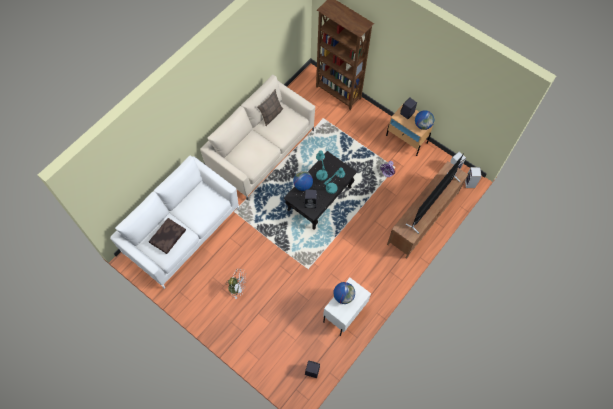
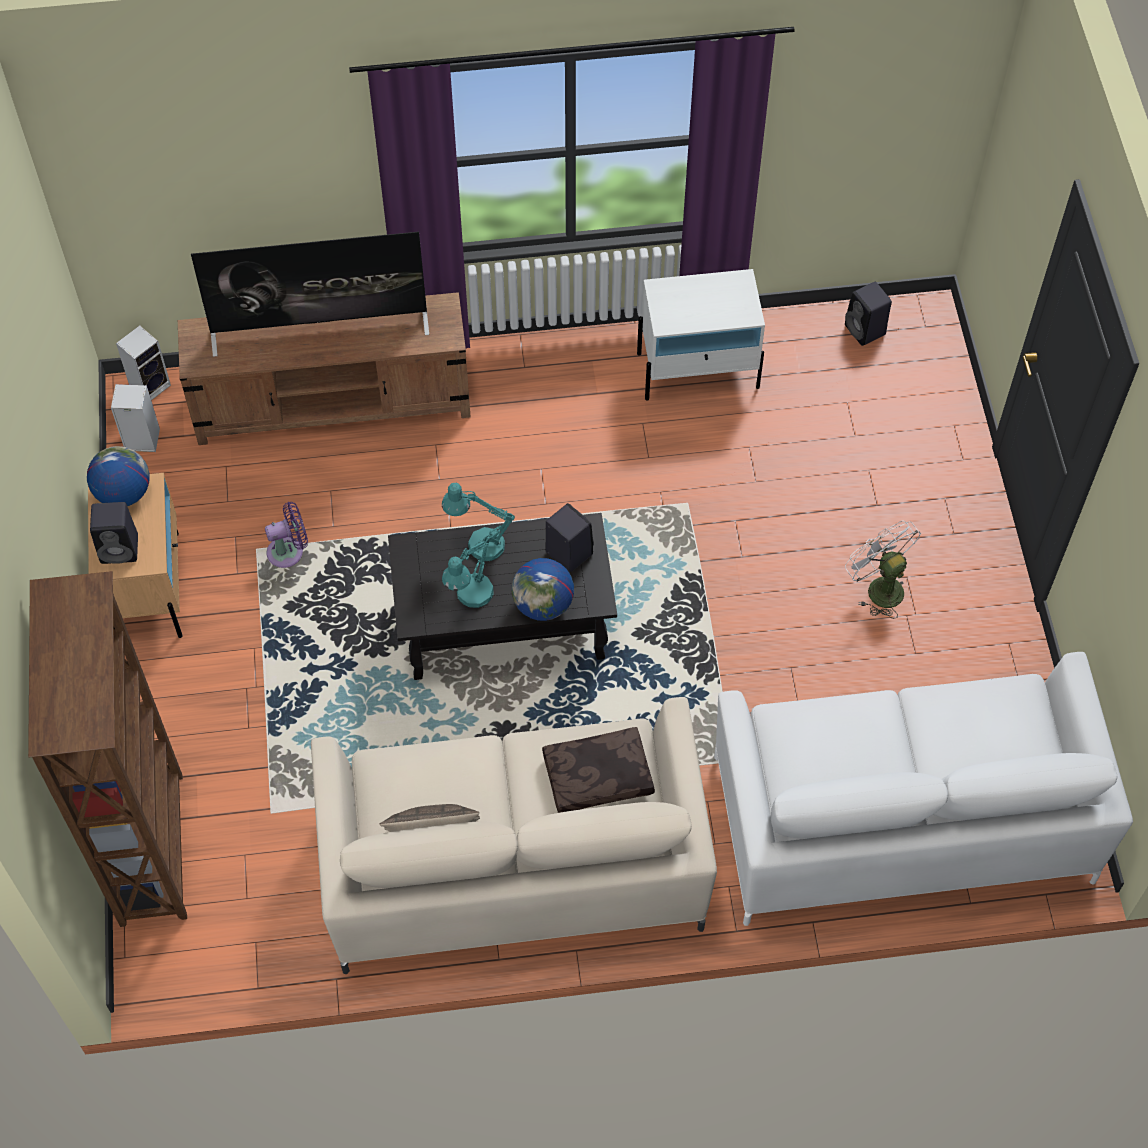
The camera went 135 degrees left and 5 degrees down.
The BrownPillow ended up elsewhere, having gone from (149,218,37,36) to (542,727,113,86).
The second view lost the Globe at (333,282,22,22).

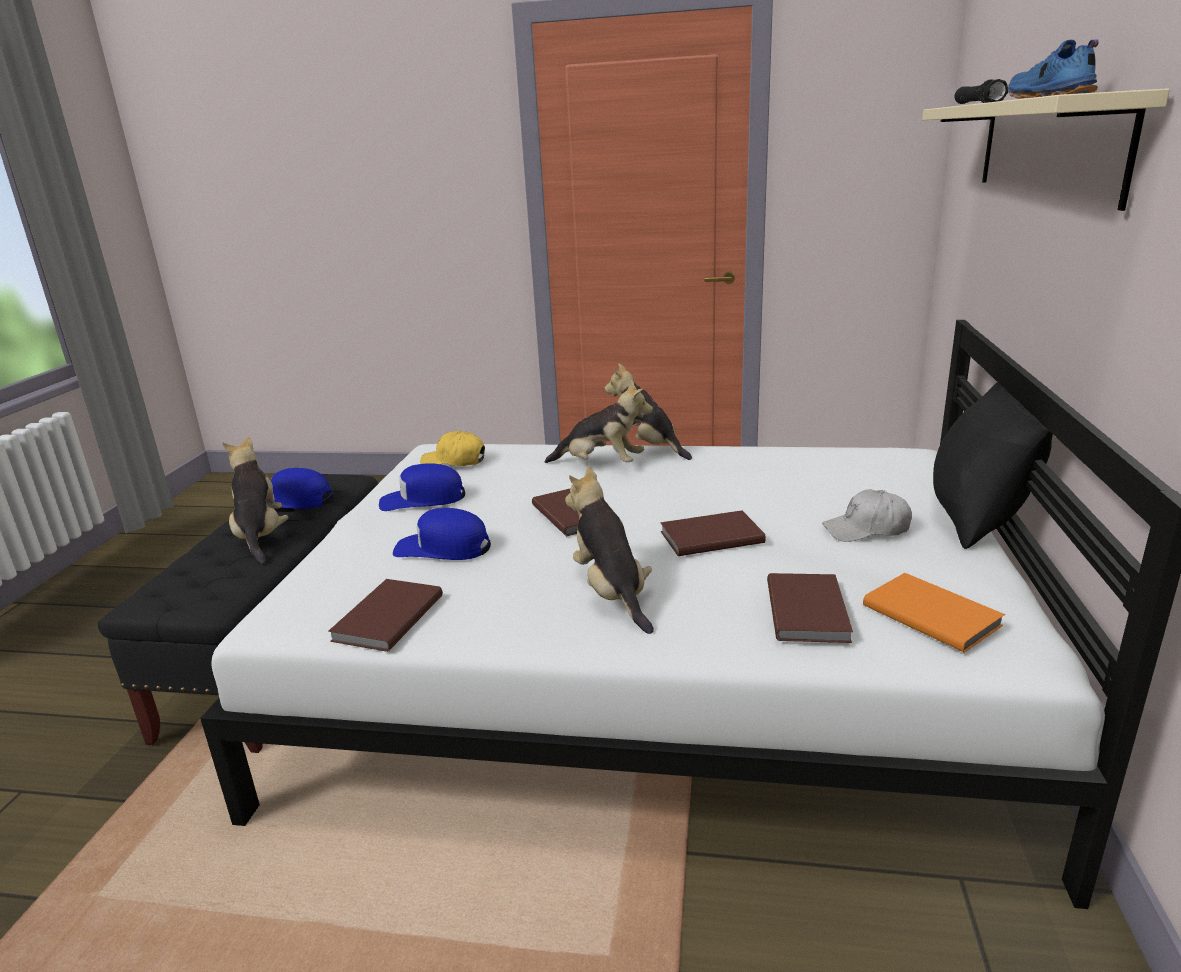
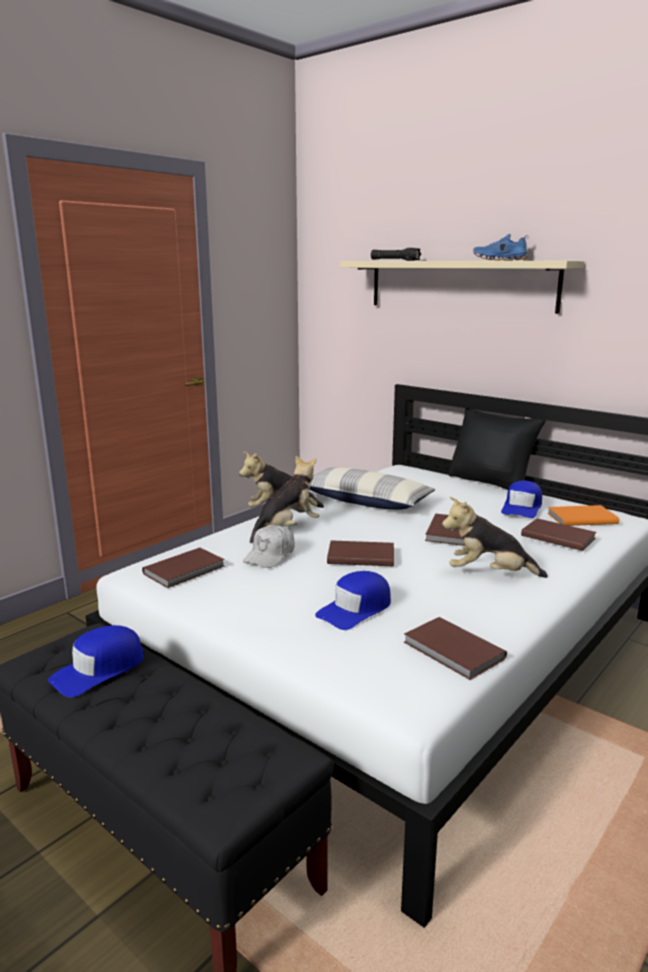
The camera went 60 degrees left and 5 degrees down.
Where the YellowCap stood at (420,431,65,35), the BrownBook came to stand at (142,548,83,40).
The WhiteCap ended up elsewhere, having gone from (822,489,90,53) to (243,525,52,43).
The second view gained the Pillow at (310,467,125,43).
The BlueCap ended up elsewhere, having gone from (379,463,86,48) to (501,480,41,38).
The second view lost the PlushToy at (222,437,66,127).

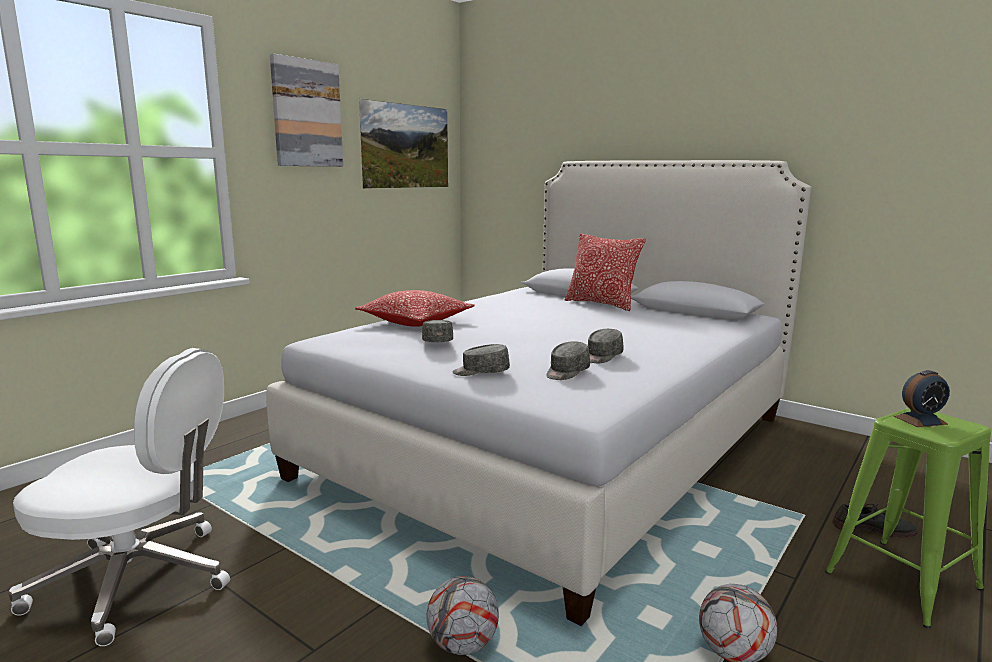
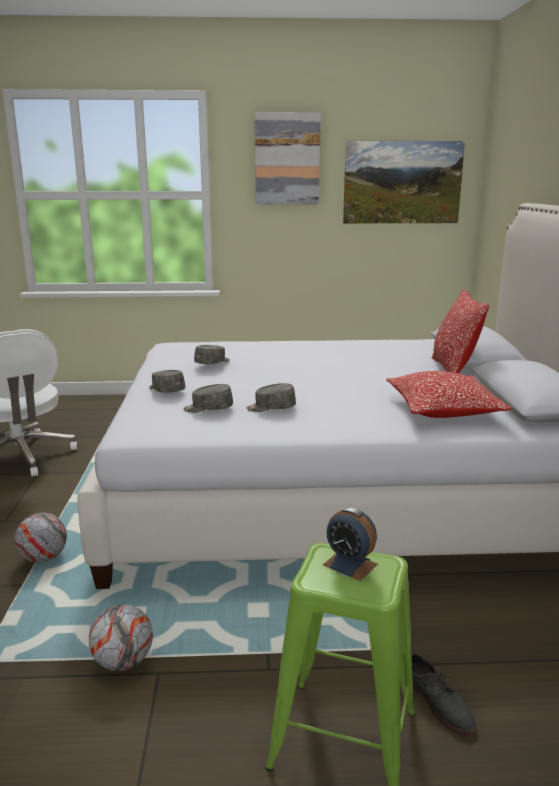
The camera went 50 degrees right and 5 degrees up.
The Pillow ended up elsewhere, having gone from (355,290,120,37) to (386,371,126,47).

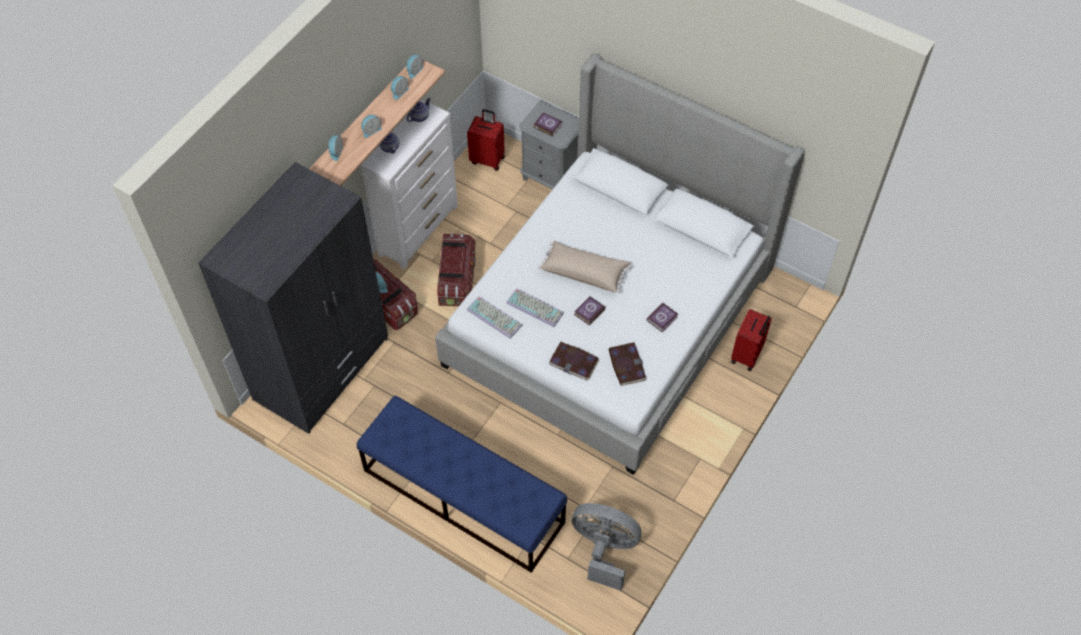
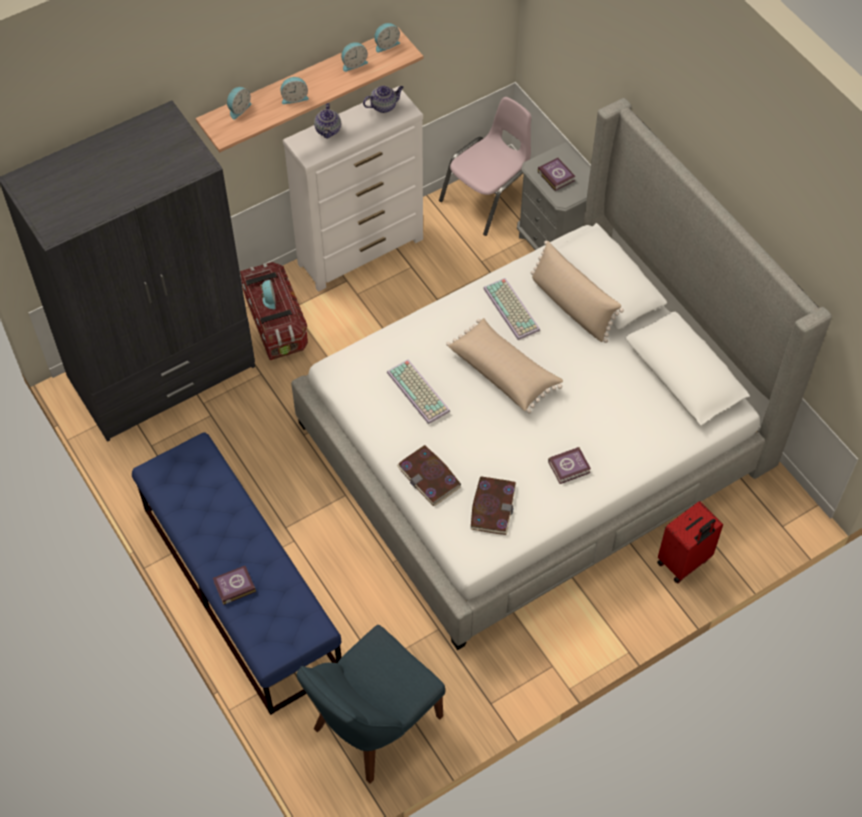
The camera went 25 degrees right and 0 degrees up.
The Book ended up elsewhere, having gone from (574,296,31,30) to (213,566,43,39).
Where the GreyFan stood at (572,503,69,88), the BlueChair came to stand at (297,625,148,158).
Where the RedSuitcase stood at (467,109,38,62), the PinkChair came to stand at (439,97,92,139).
The Keyboard ended up elsewhere, having gone from (467,296,56,43) to (483,278,57,62).
The second view gained the BeigePillow at (531,241,93,102).
The second view lost the StorageBox at (437,233,39,73).

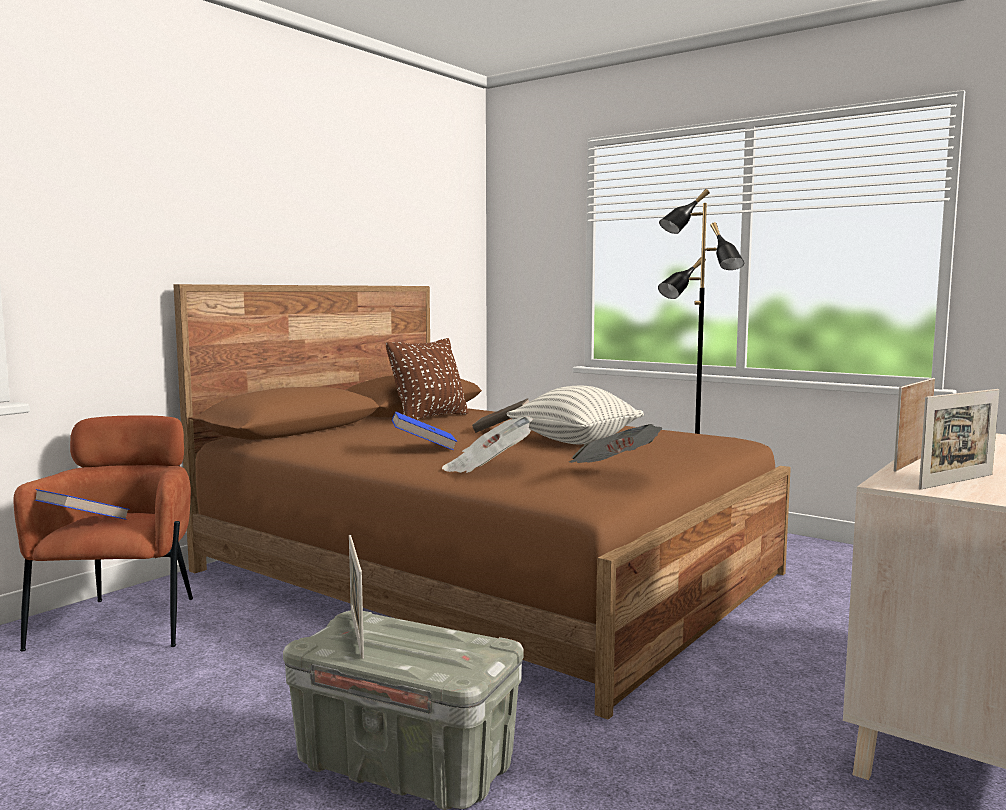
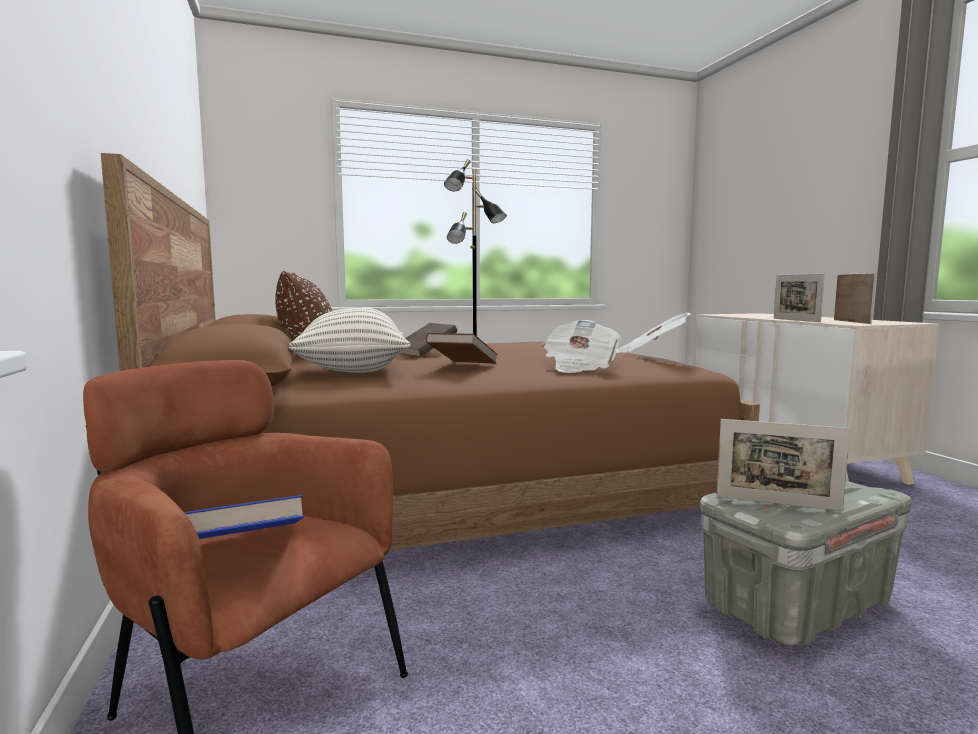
The camera went 55 degrees left and 0 degrees up.
The Pillow ended up elsewhere, having gone from (506,386,138,58) to (288,308,123,65).
What was the BlueBook at (392,411,66,40) turned into the BrownBook at (426,333,72,31).

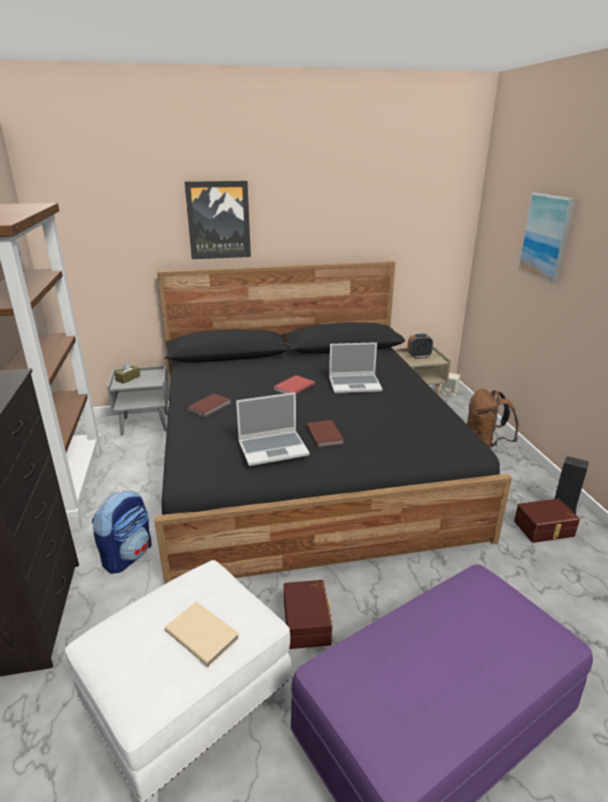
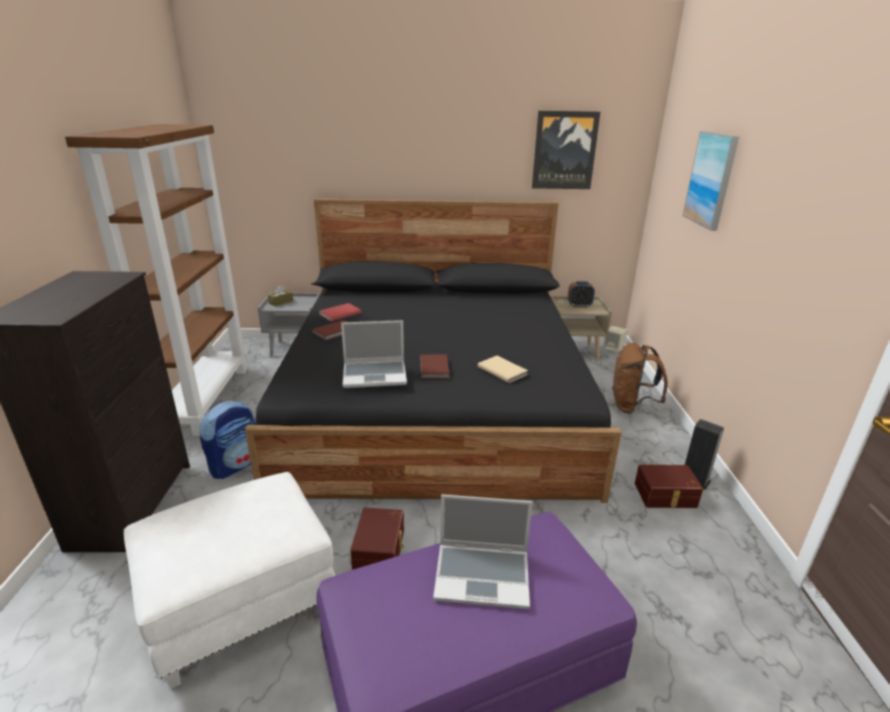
The camera went 10 degrees right and 0 degrees up.
The RedBook ended up elsewhere, having gone from (273,375,42,19) to (319,303,43,18).
The Laptop ended up elsewhere, having gone from (329,342,54,51) to (433,495,100,114).
The BeigeBook ended up elsewhere, having gone from (165,601,75,66) to (478,356,50,27).
The Picture ended up elsewhere, having gone from (185,181,66,78) to (532,111,68,78).

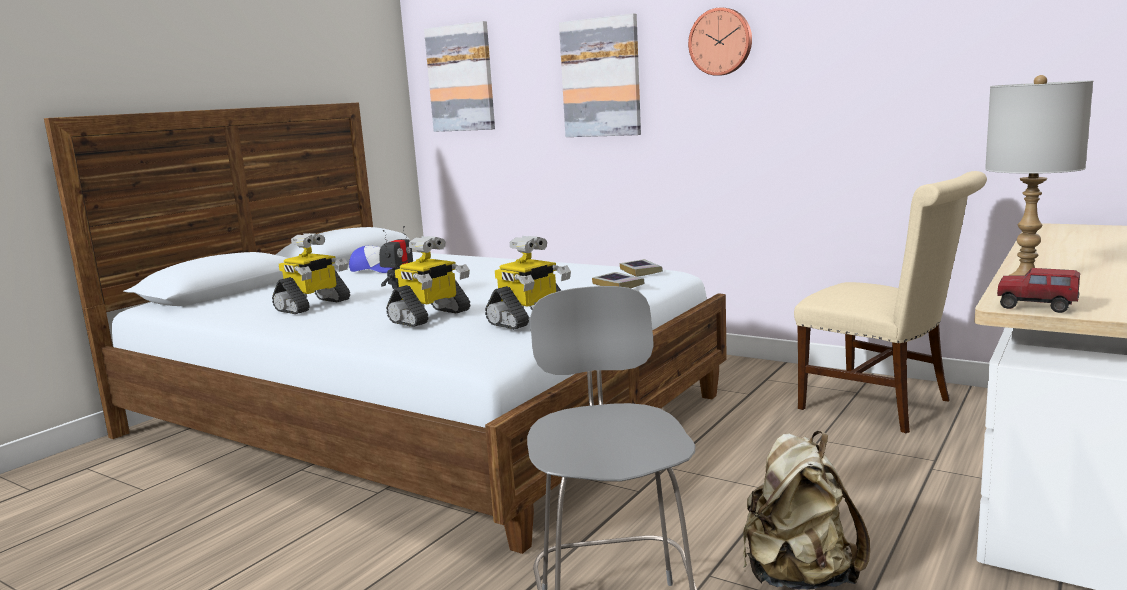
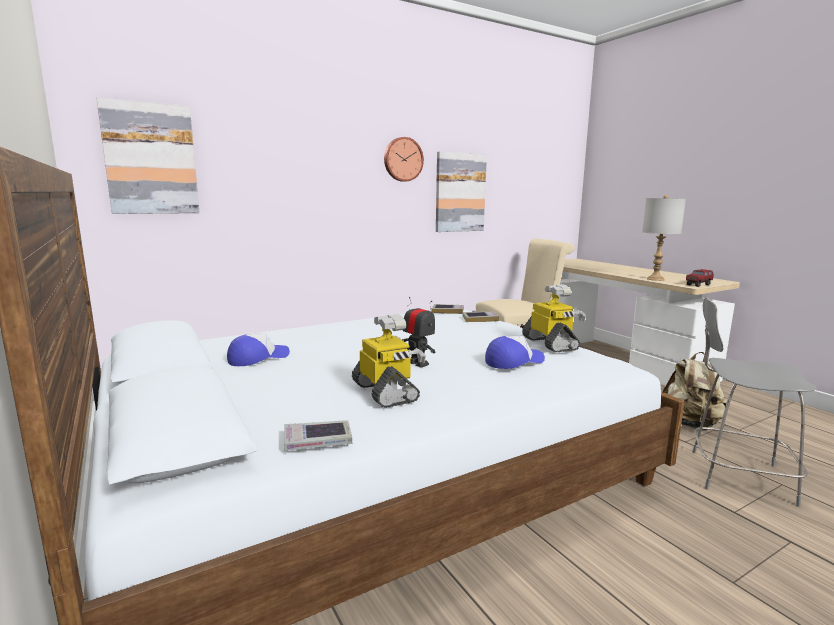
The camera went 65 degrees left and 0 degrees up.
The second view gained the Book at (284,420,68,31).
The Picture ended up elsewhere, having gone from (559,13,82,124) to (436,151,51,81).
Where the ToyRobot stood at (386,236,85,91), the Cap came to stand at (485,336,60,33).

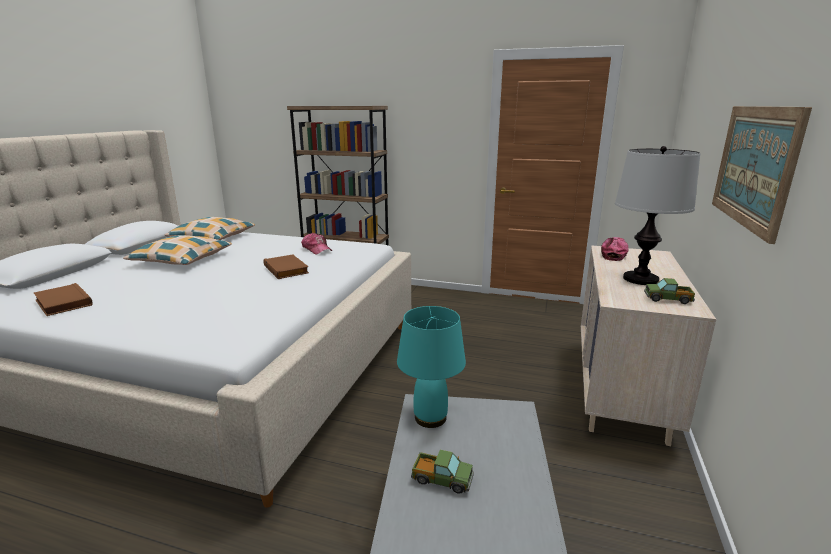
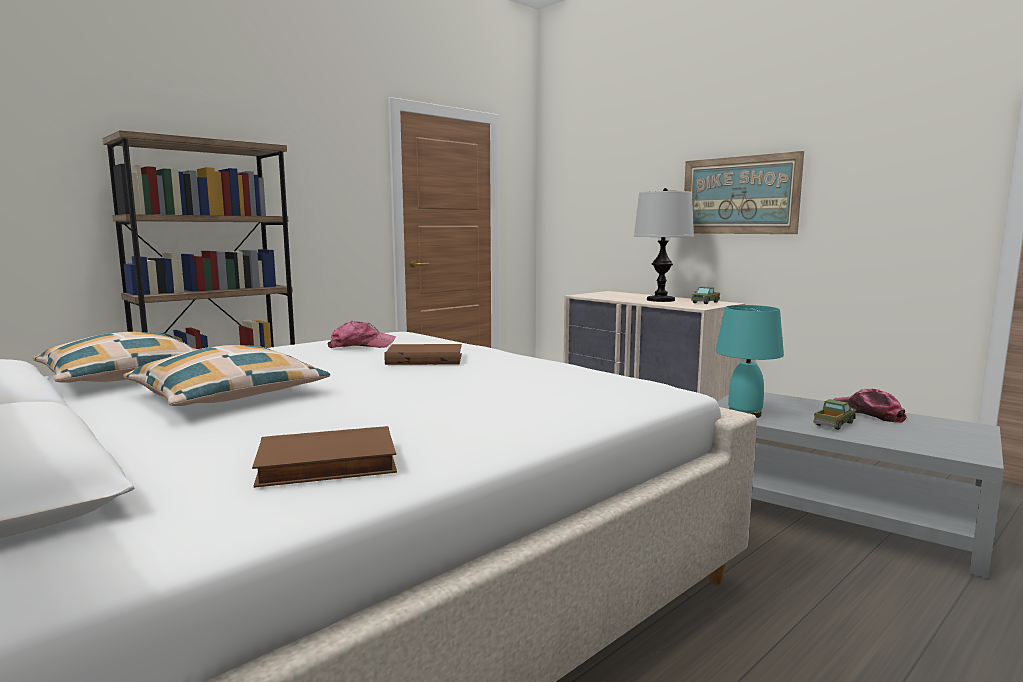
The camera went 60 degrees left and 10 degrees down.
The Cap ended up elsewhere, having gone from (601,237,27,24) to (833,389,74,34).

